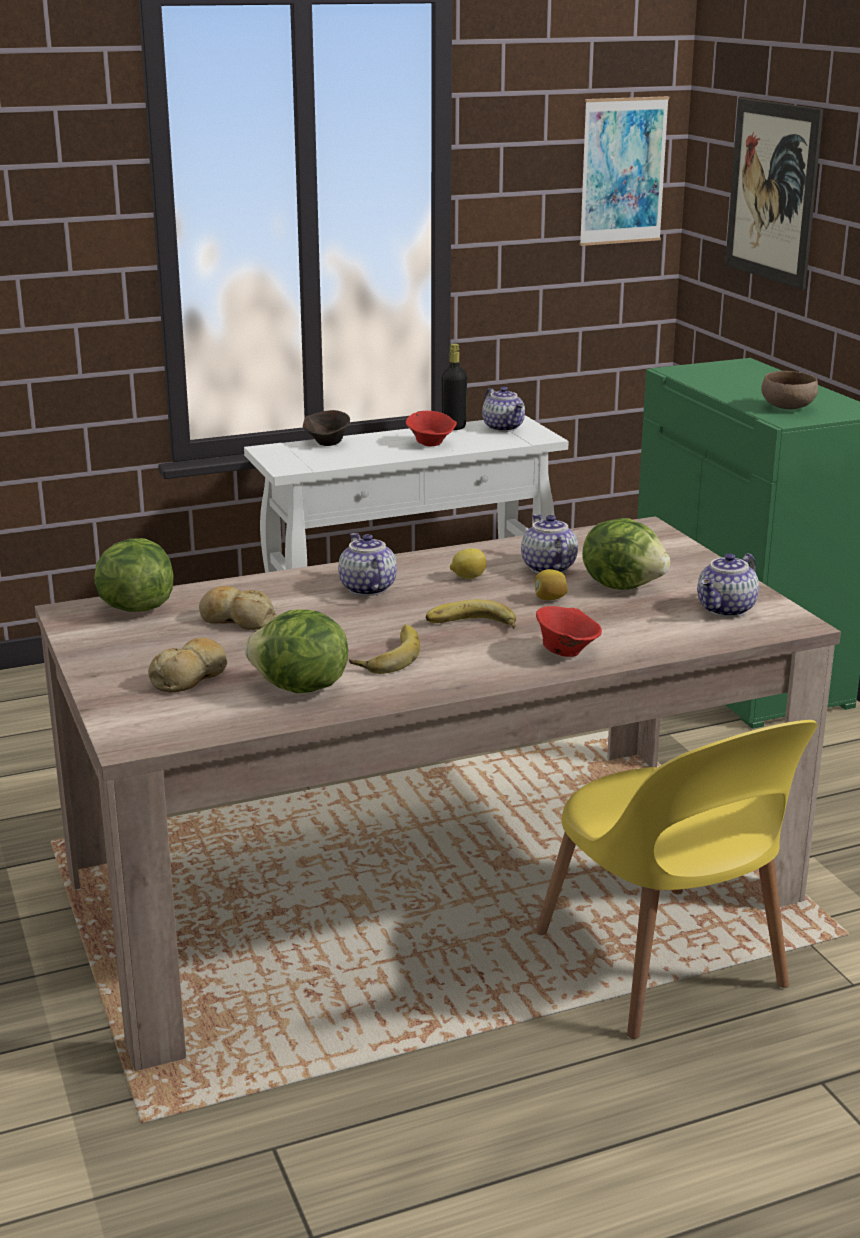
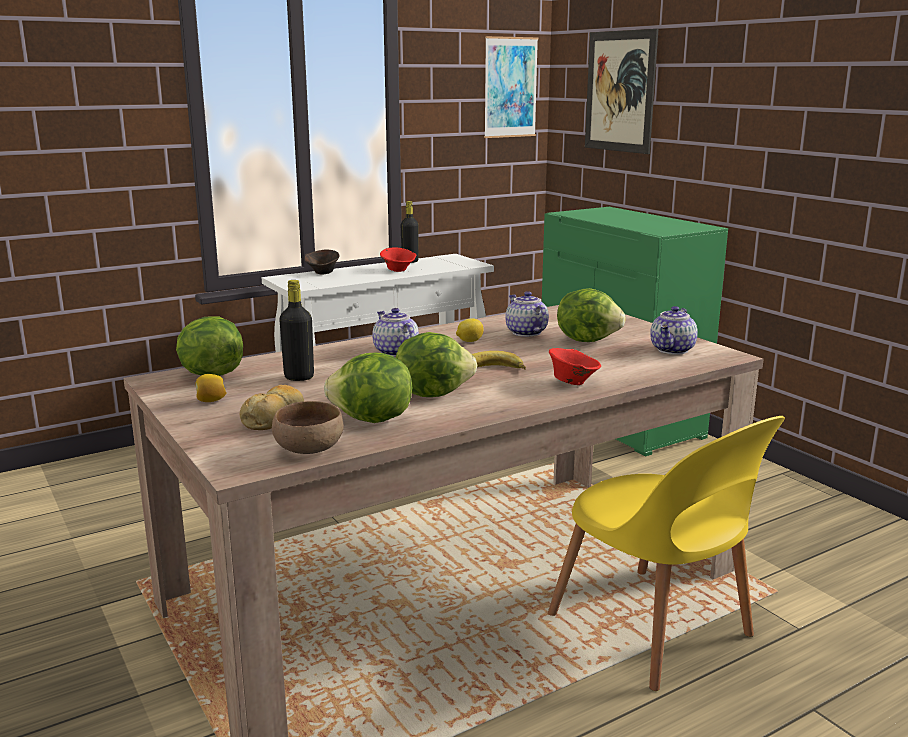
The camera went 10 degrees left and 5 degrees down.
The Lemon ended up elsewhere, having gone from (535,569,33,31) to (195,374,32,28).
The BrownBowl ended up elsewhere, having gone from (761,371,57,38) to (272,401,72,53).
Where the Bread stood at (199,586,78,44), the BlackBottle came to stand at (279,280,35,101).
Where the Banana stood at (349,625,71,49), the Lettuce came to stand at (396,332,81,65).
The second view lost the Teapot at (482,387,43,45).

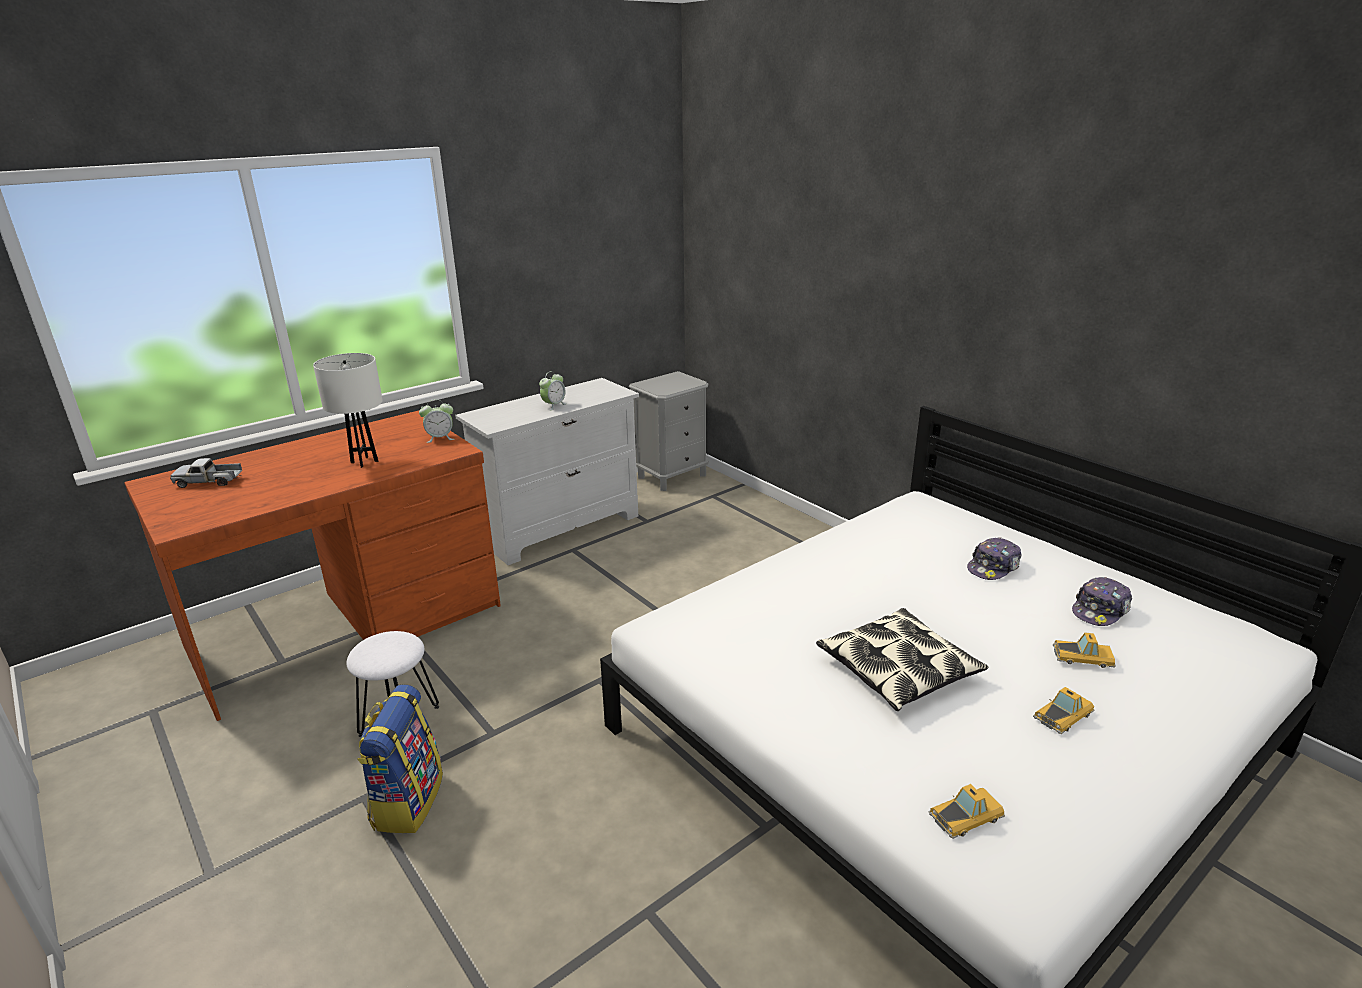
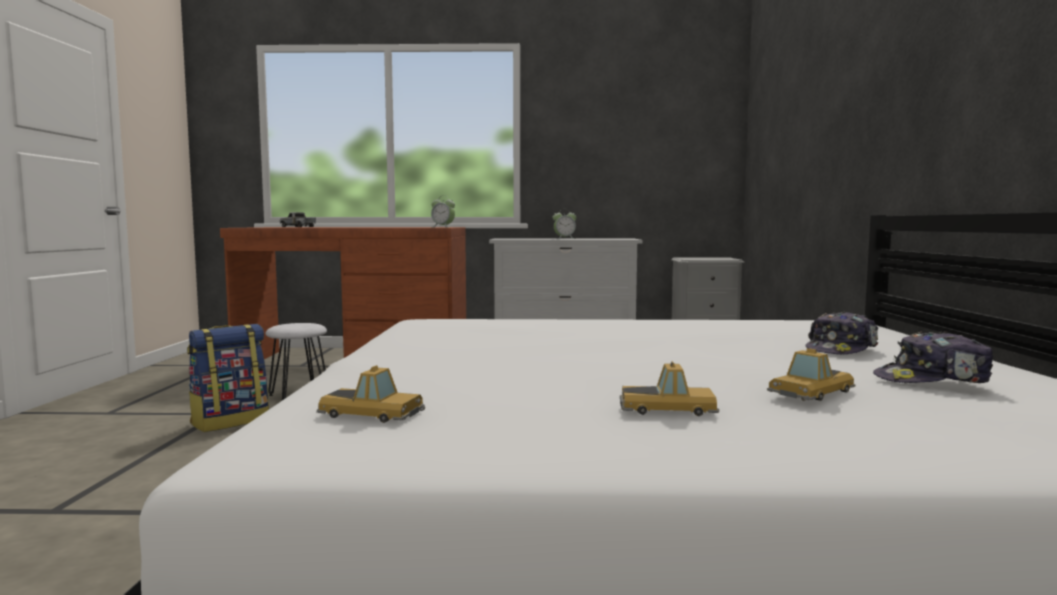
The camera went 40 degrees right and 20 degrees down.
The ToyCar at (1053,633,63,35) ended up facing another way, 90 degrees clockwise from before.
The Cap at (967,537,54,43) ended up facing another way, 45 degrees counterclockwise from before.
The second view lost the WhiteTableLamp at (313,353,70,115).
The second view lost the Pillow at (816,608,172,103).

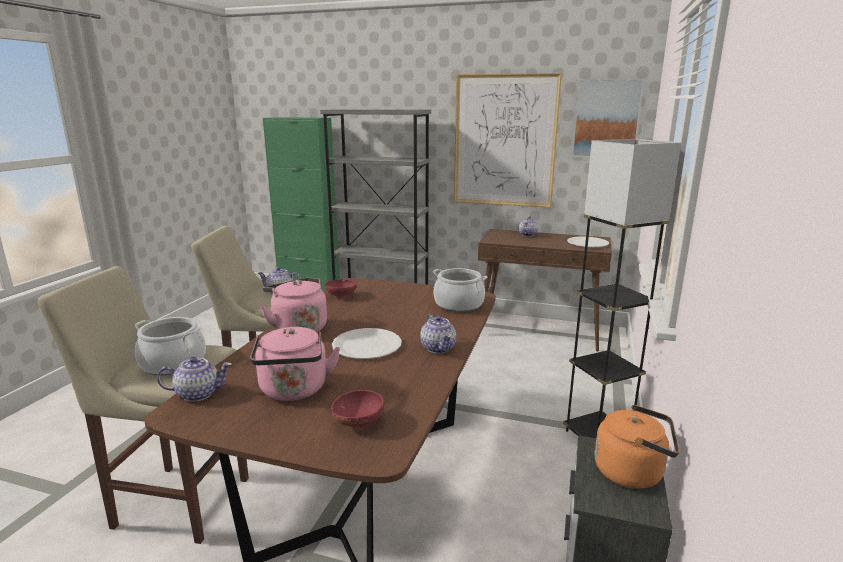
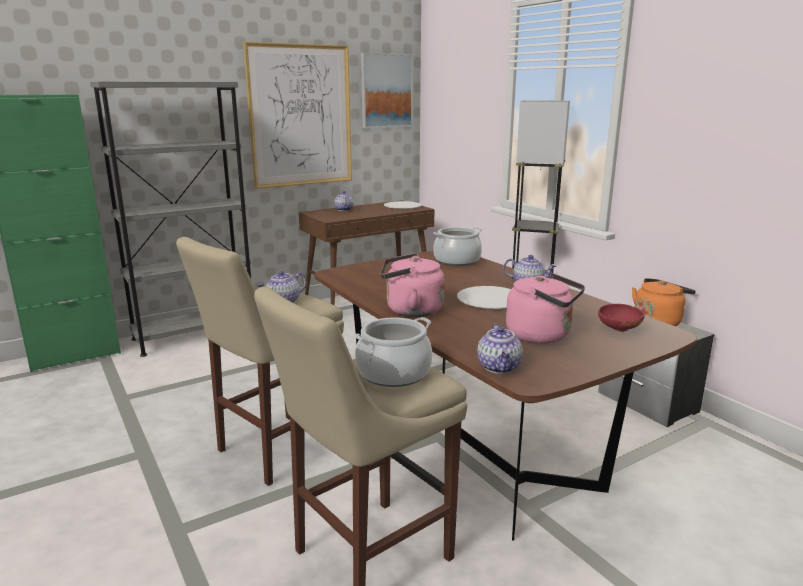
The camera went 50 degrees left and 0 degrees up.
The Teapot at (157,356,74,46) ended up facing another way, 150 degrees clockwise from before.
The second view lost the RedBowl at (325,279,32,19).

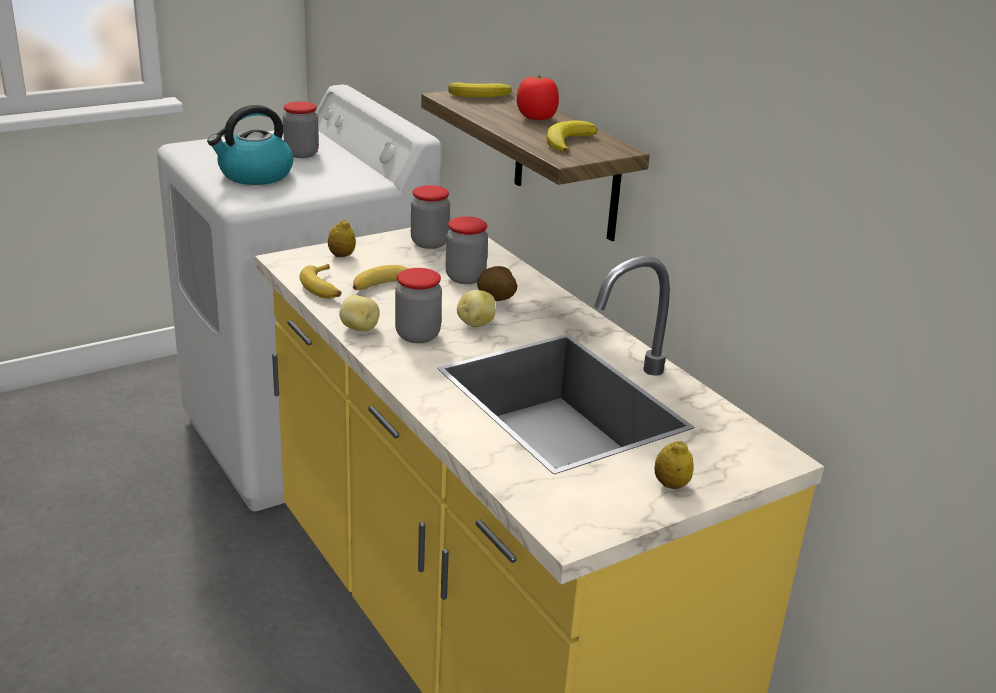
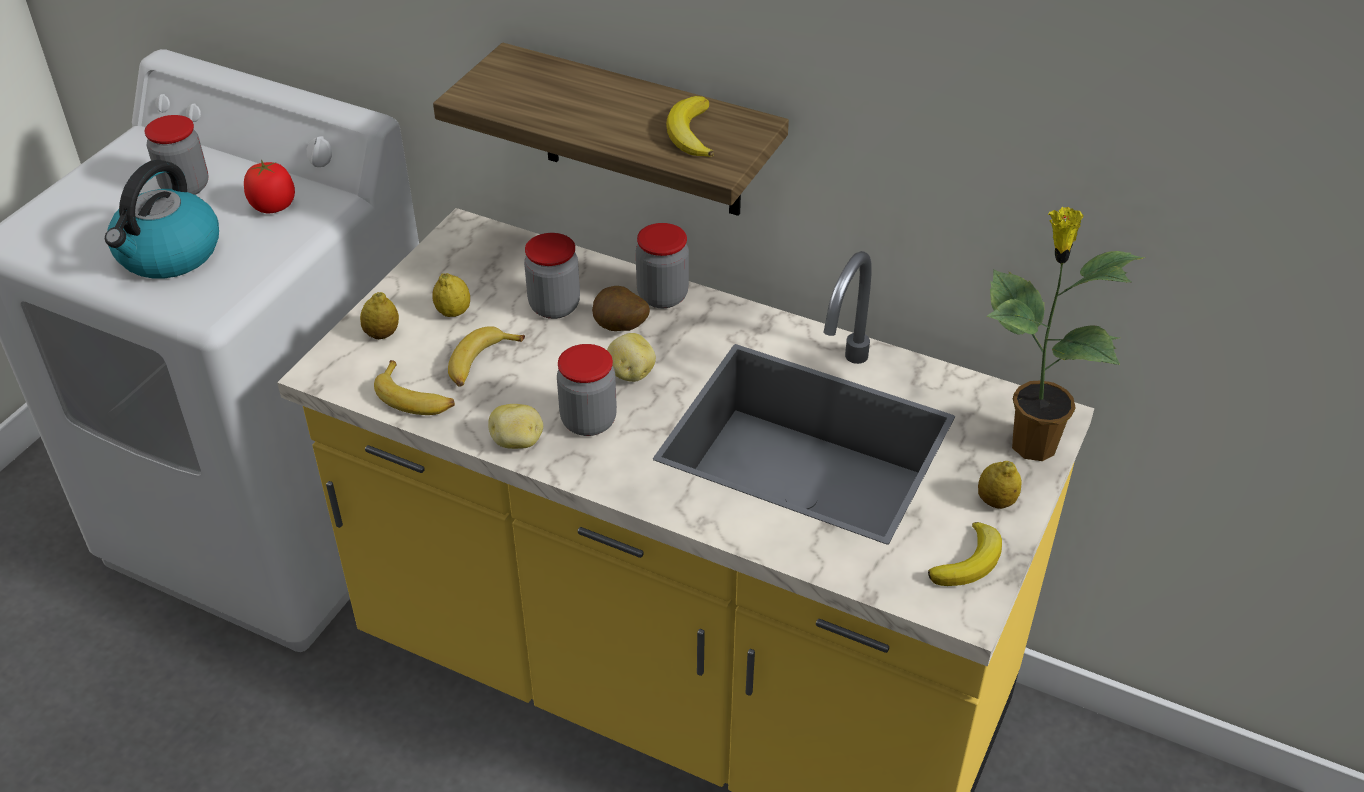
The camera went 30 degrees left and 15 degrees up.
The Tomato ended up elsewhere, having gone from (517,75,42,45) to (244,160,51,53).
The second view gained the Lemon at (432,273,38,44).
The Jar ended up elsewhere, having gone from (411,185,39,64) to (636,223,53,85).
The Banana ended up elsewhere, having gone from (449,82,63,16) to (928,522,74,64).
The second view gained the PottedPlant at (987,207,159,254).

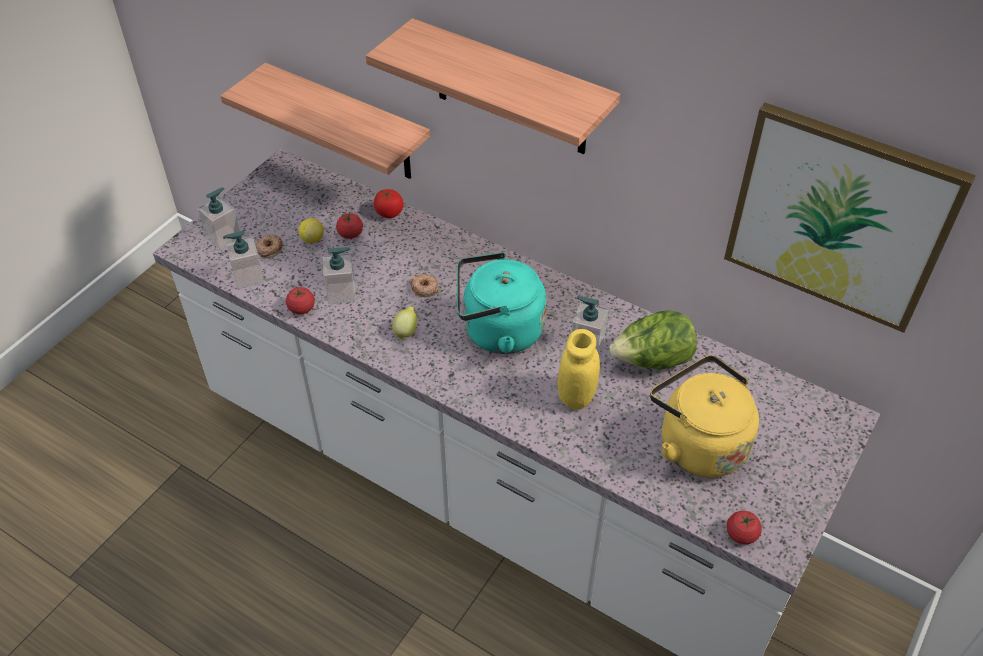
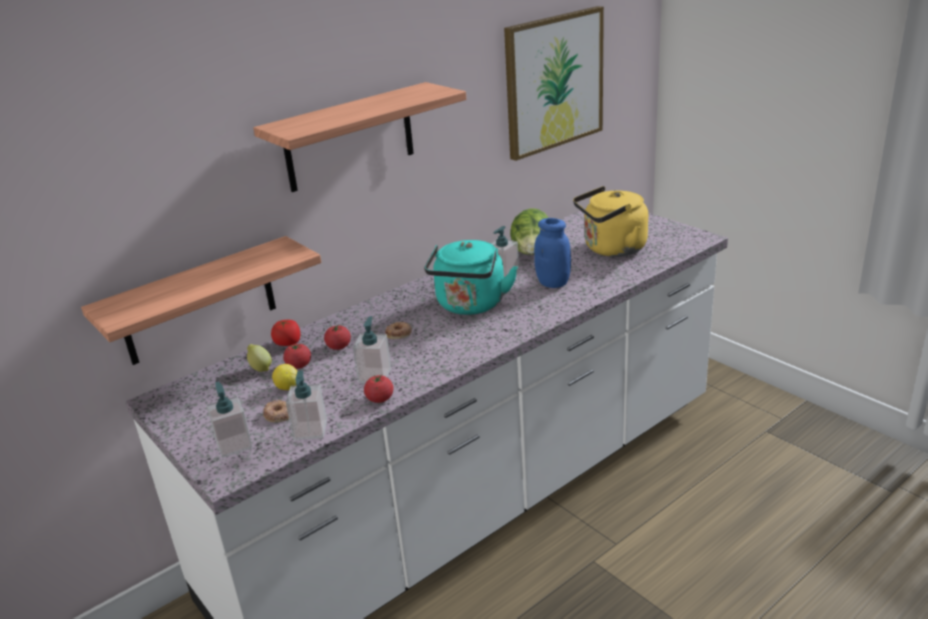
The camera went 70 degrees left and 20 degrees down.
The Lemon ended up elsewhere, having gone from (392,306,25,34) to (247,344,25,28).
The Tomato ended up elsewhere, having gone from (727,511,35,33) to (324,325,27,25).
What was the YellowJar at (557,329,43,81) turned into the BlueJar at (534,218,37,70).

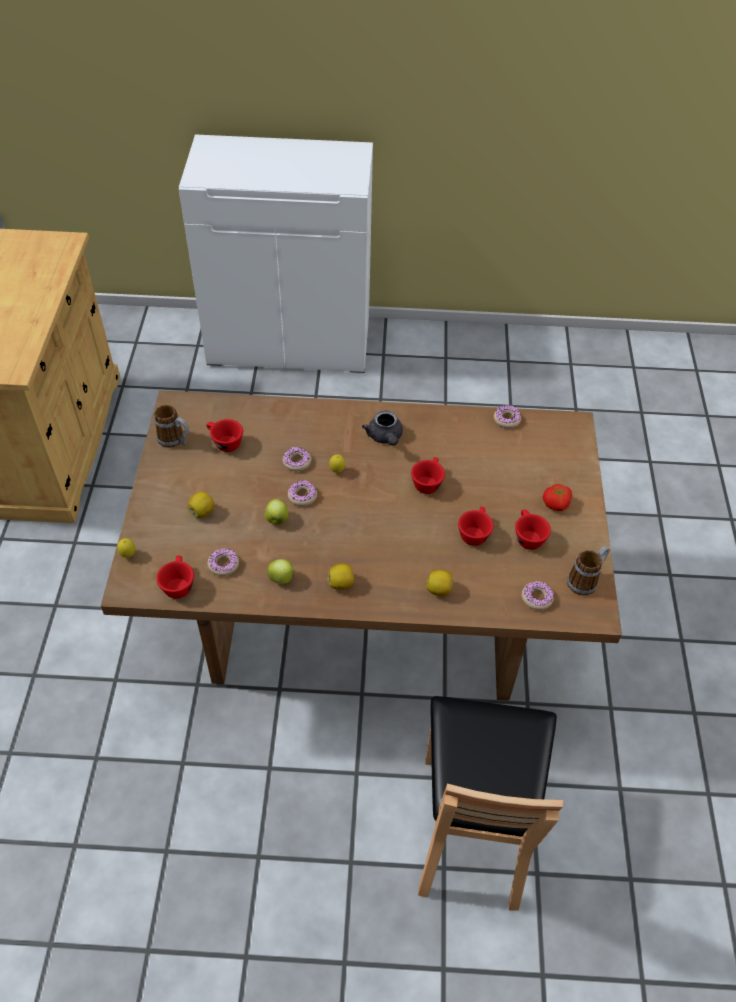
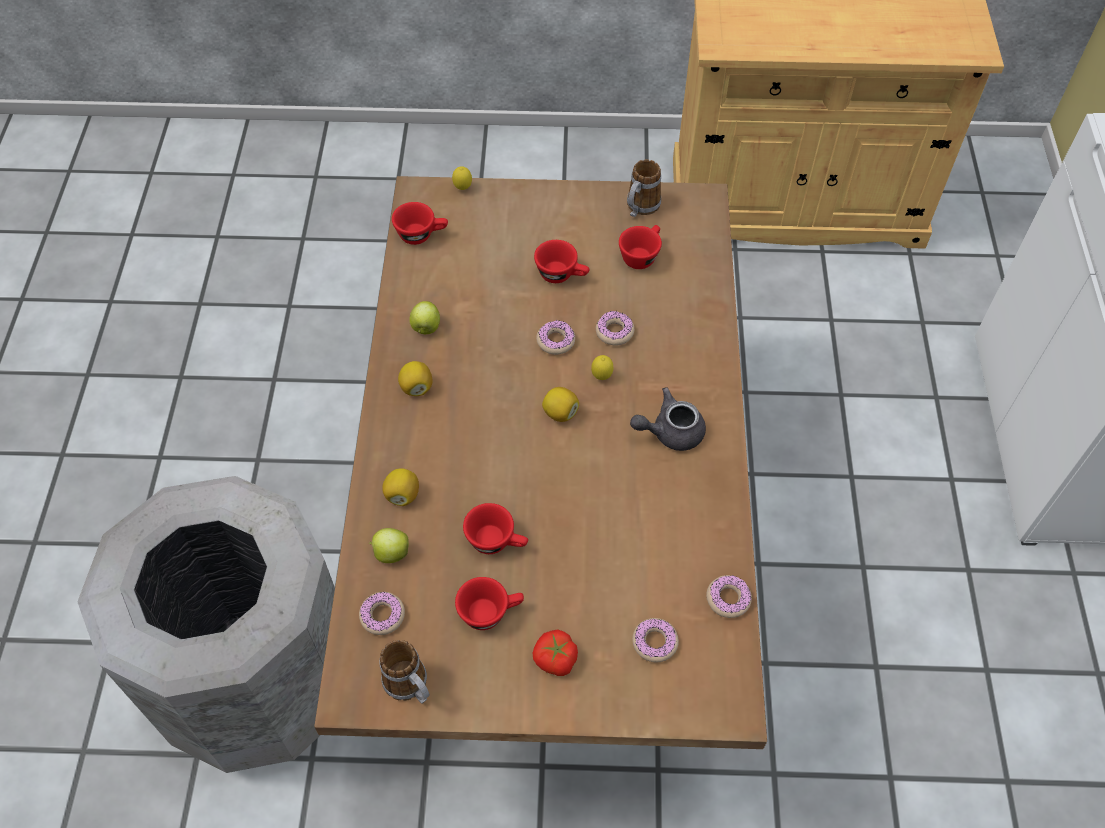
The camera went 90 degrees right and 5 degrees up.
Where the BrownChair stood at (418,696,145,215), the GreyTrashCan came to stand at (77,476,258,297).
The Apple ended up elsewhere, having gone from (265,499,23,26) to (369,528,40,35).
The RedCup ended up elsewhere, having gone from (411,457,34,37) to (534,240,55,43).
The Lemon ended up elsewhere, having gone from (188,491,26,27) to (542,387,37,35).
The Donut ended up elsewhere, having gone from (208,549,31,27) to (632,618,47,44).

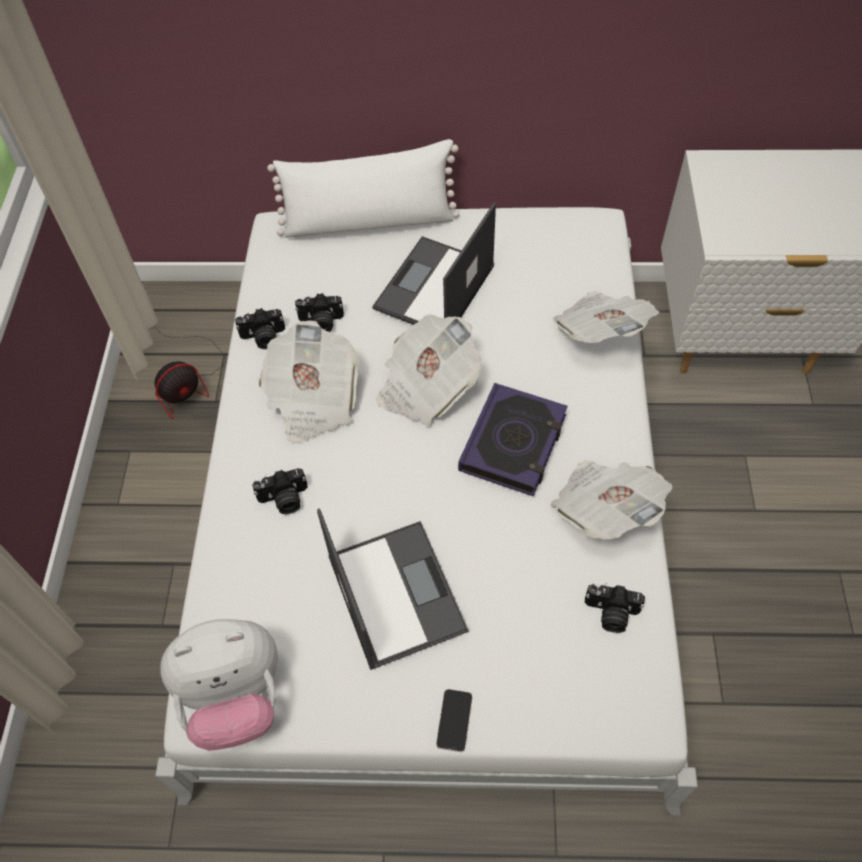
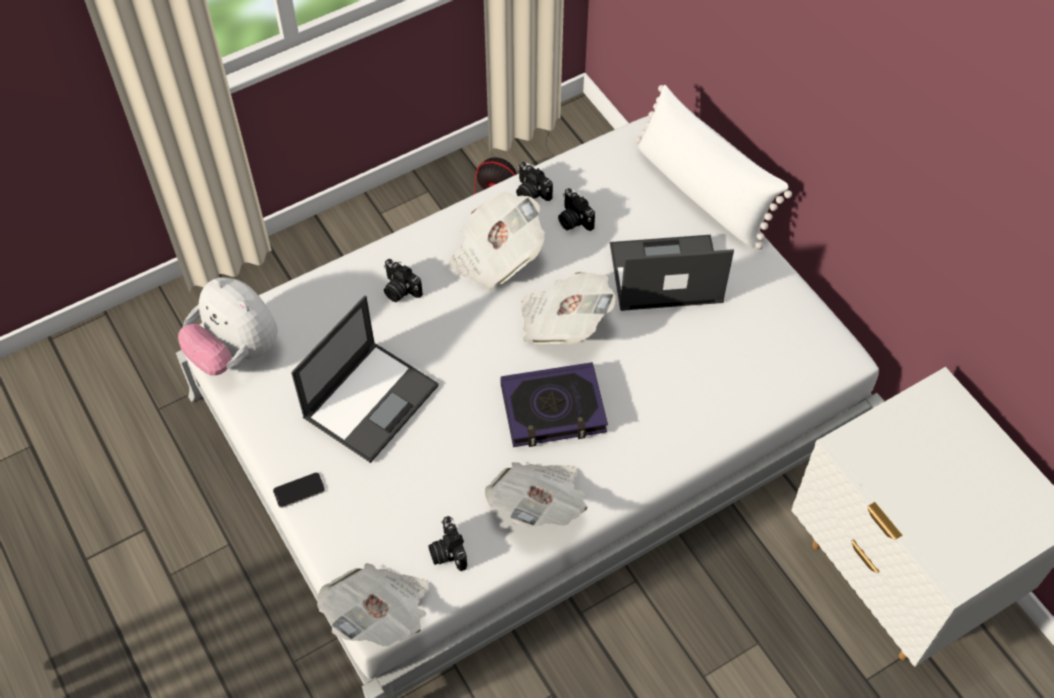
The camera went 55 degrees right and 0 degrees up.
The Newspaper ended up elsewhere, having gone from (553,291,106,52) to (317,563,111,83).

